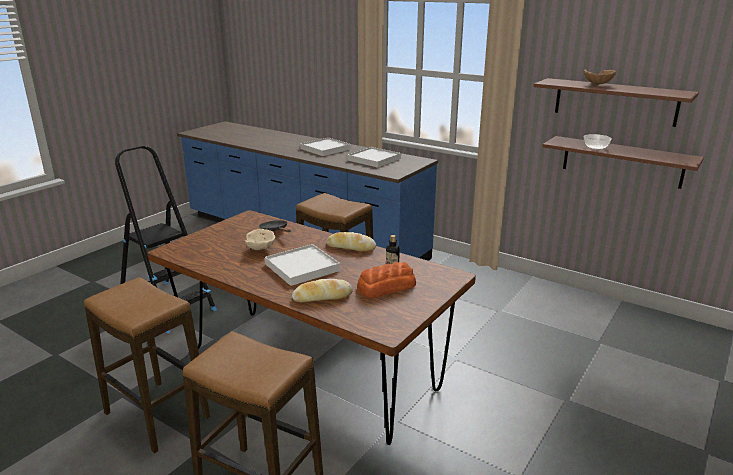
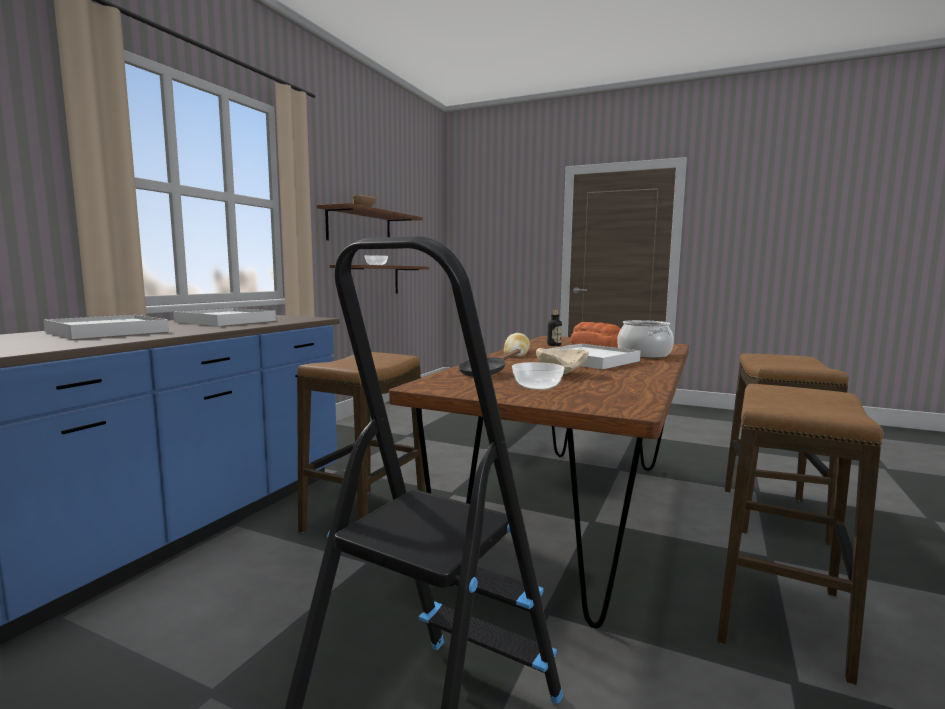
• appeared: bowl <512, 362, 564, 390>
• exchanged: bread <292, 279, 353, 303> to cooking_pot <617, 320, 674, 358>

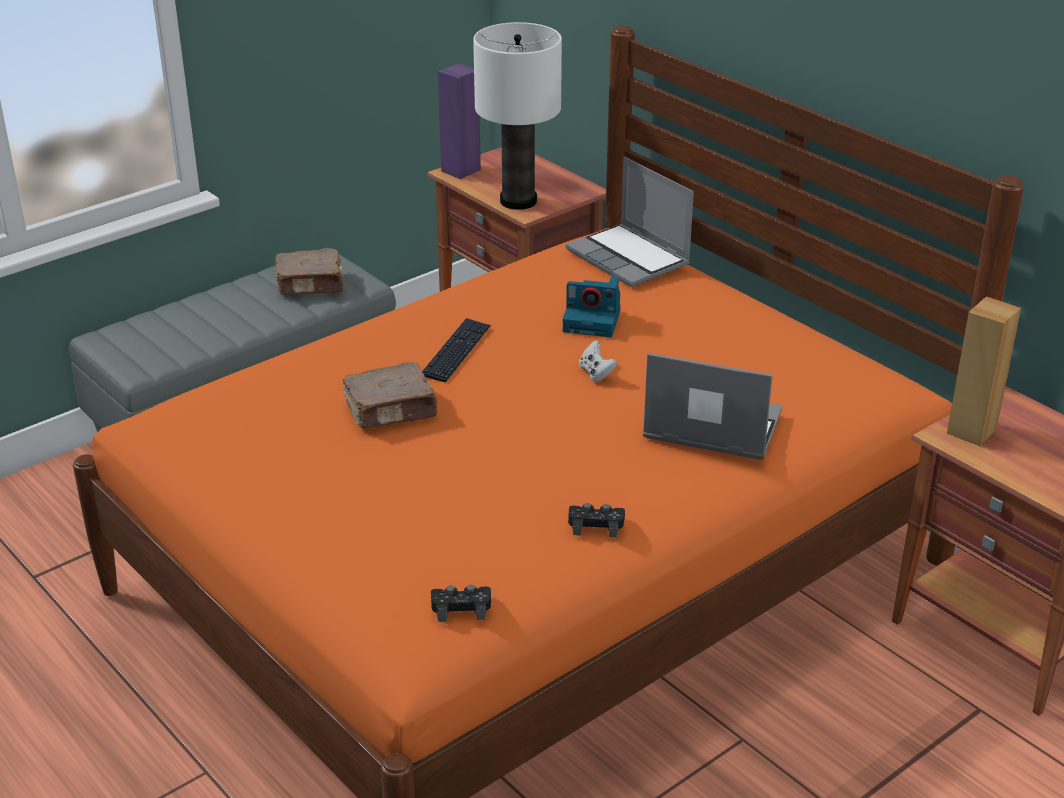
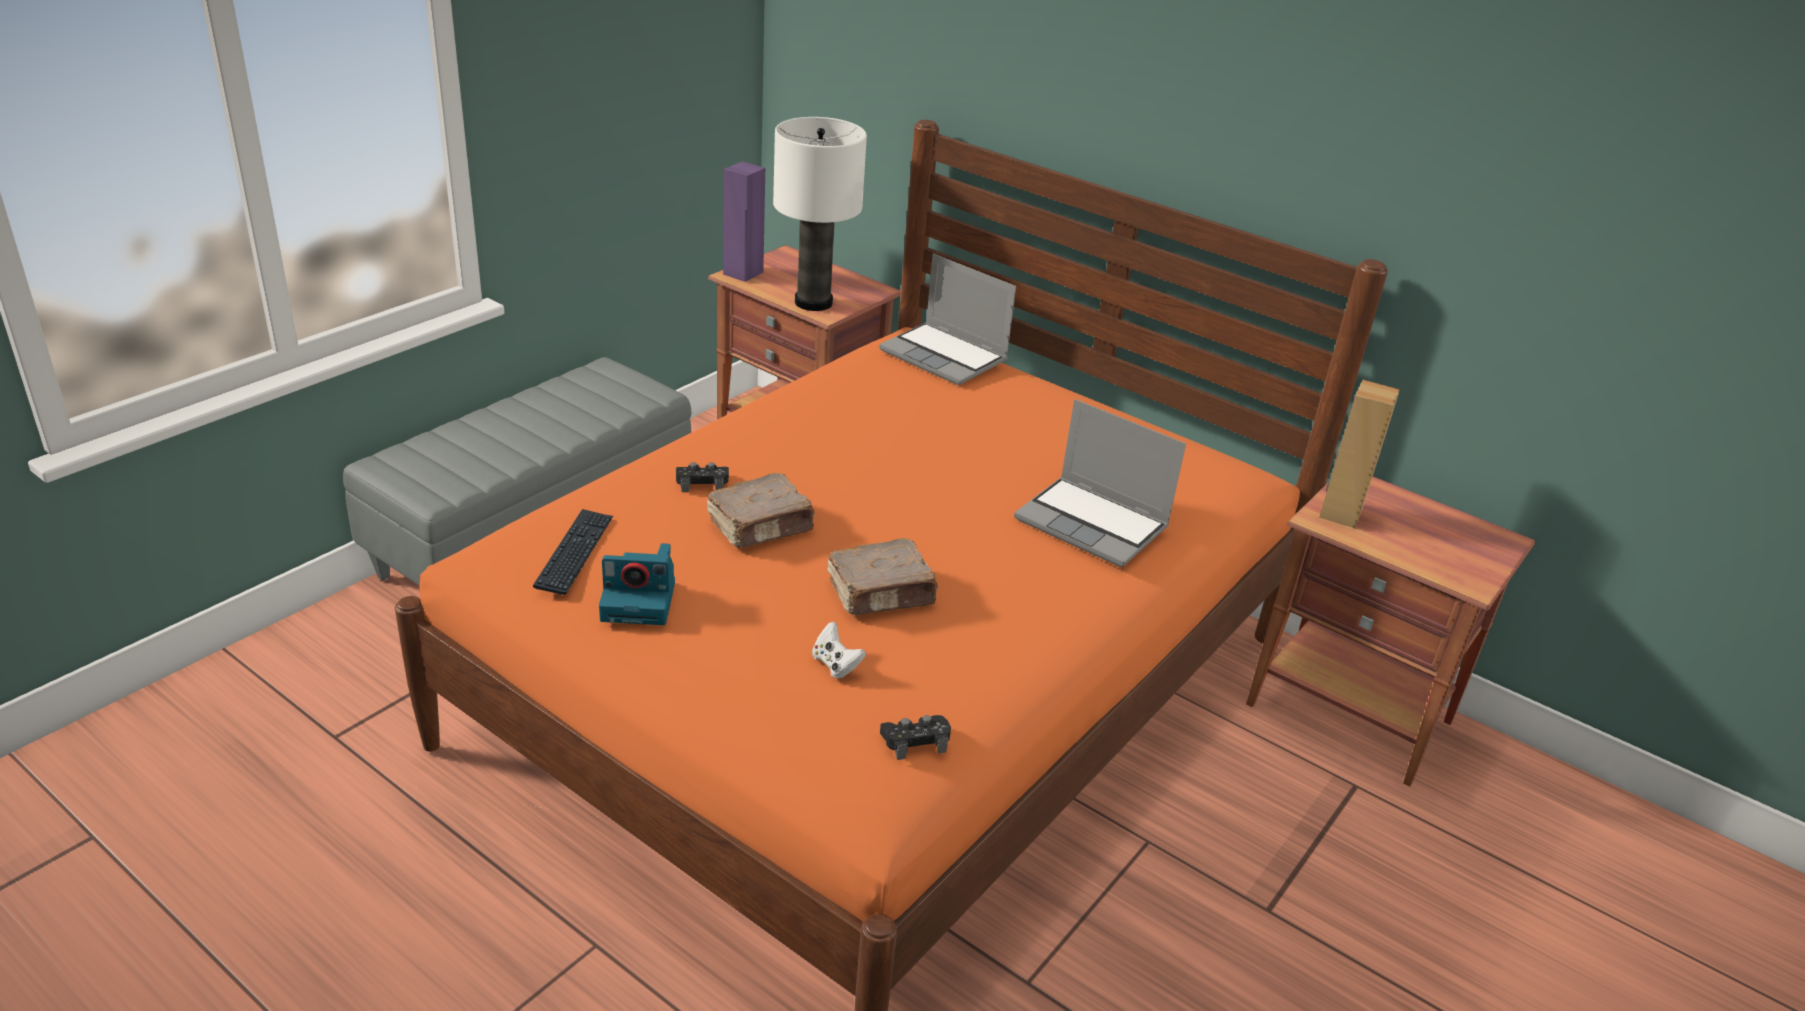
• relocated: brown_book <275, 248, 344, 295> to <827, 538, 939, 615>
• relocated: keyboard <422, 318, 491, 382> to <533, 509, 613, 595>
• relocated: photo_camera <563, 276, 621, 337> to <599, 543, 675, 625>
• relocated: black_game_controller <568, 503, 625, 537> to <676, 462, 729, 492>
• relocated: white_game_controller <579, 340, 618, 382> to <812, 622, 866, 678>
• spun: laptop <643, 353, 783, 460> = <1014, 399, 1186, 567> 150 degrees counterclockwise

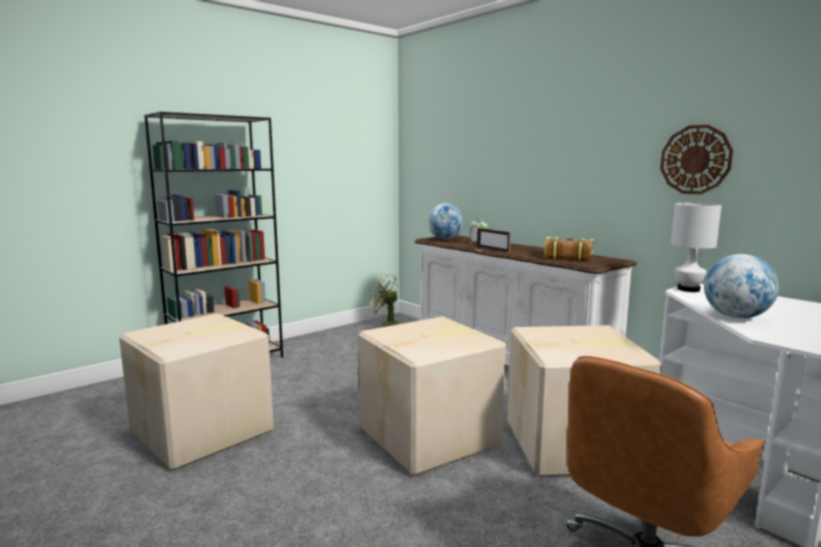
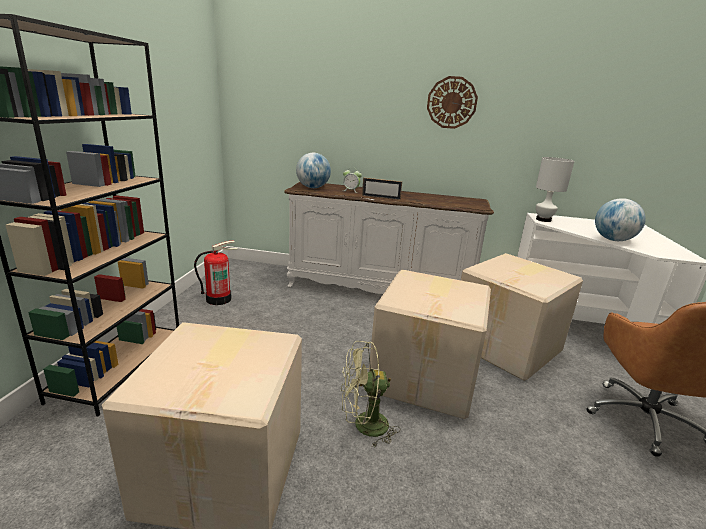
• missing: book <544, 237, 594, 261>
• appeared: fire_extinguisher <194, 241, 238, 305>
• relocated: green_fan <367, 273, 400, 328> to <341, 341, 401, 447>
• relocated: wall_clock <660, 125, 733, 194> to <427, 76, 478, 129>

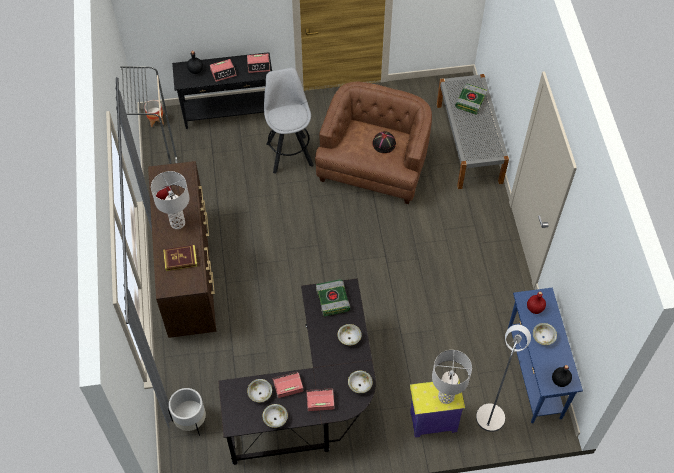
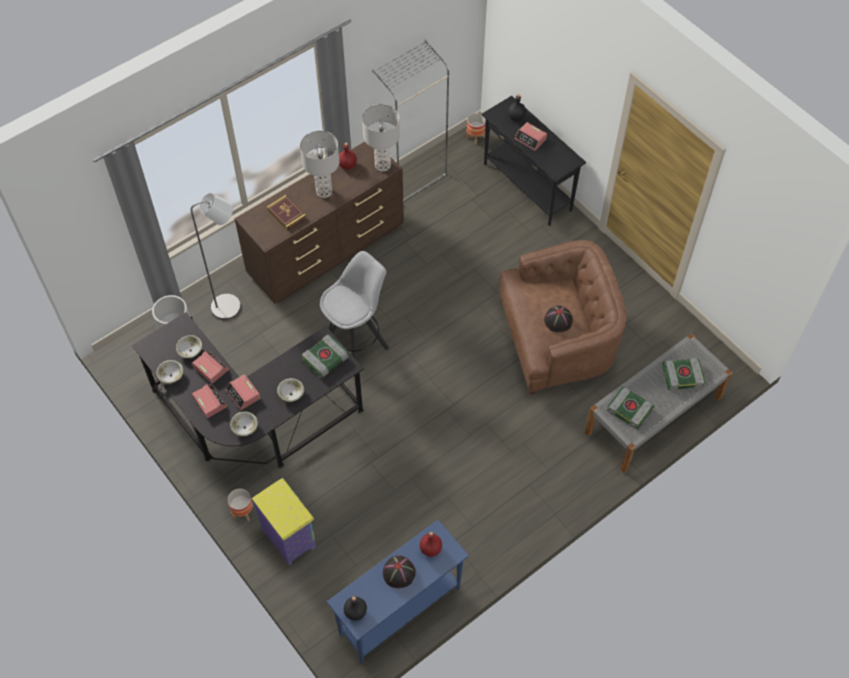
• appeared: planter <227, 489, 254, 521>
• appeared: book <607, 387, 654, 430>
• relocated: alarm_clock <247, 54, 270, 73> to <225, 374, 260, 410>
• relocated: grey_stool <264, 68, 314, 174> to <320, 251, 389, 358>
• relocated: white_table_lamp <432, 350, 472, 404> to <362, 104, 400, 172>
• relocated: grey_floor_lamp <476, 325, 531, 432> to <191, 193, 241, 320>
• exchanged: bowl <533, 323, 557, 345> to black_hat <383, 556, 416, 588>

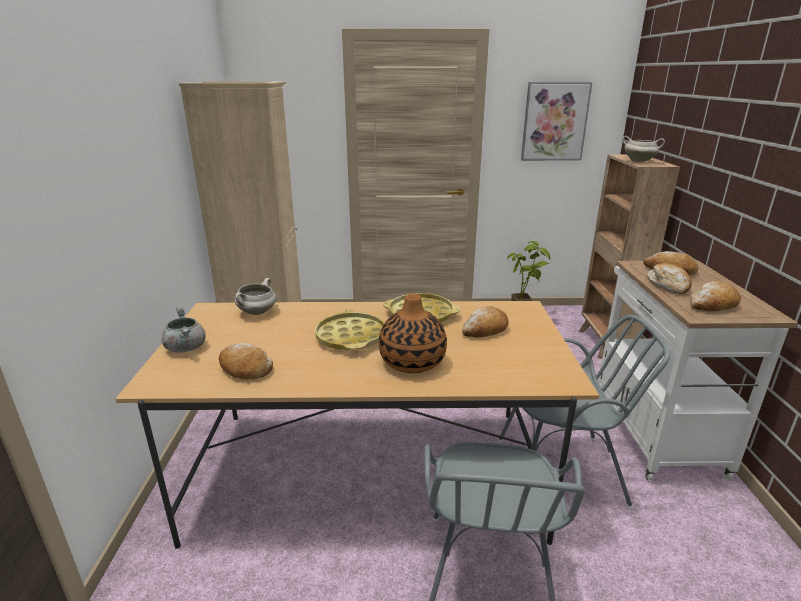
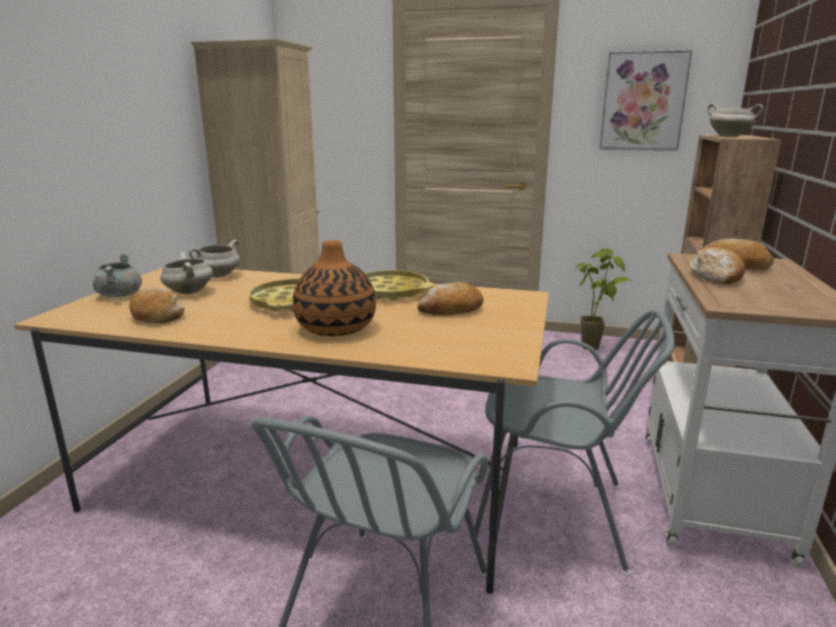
• missing: bread <690, 281, 741, 311>
• appeared: white_cooking_pot <160, 252, 213, 294>

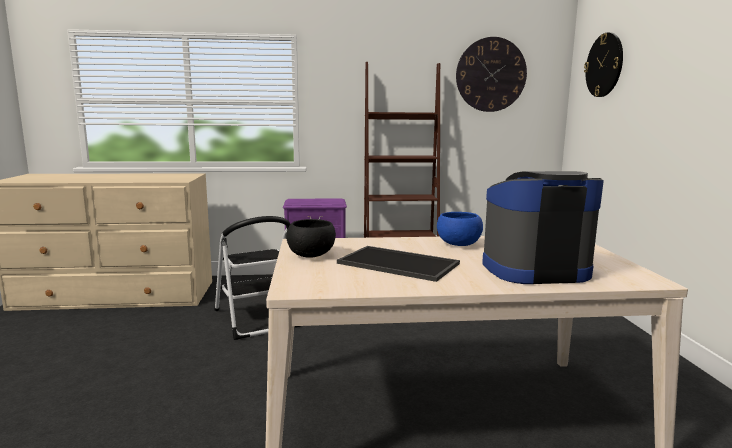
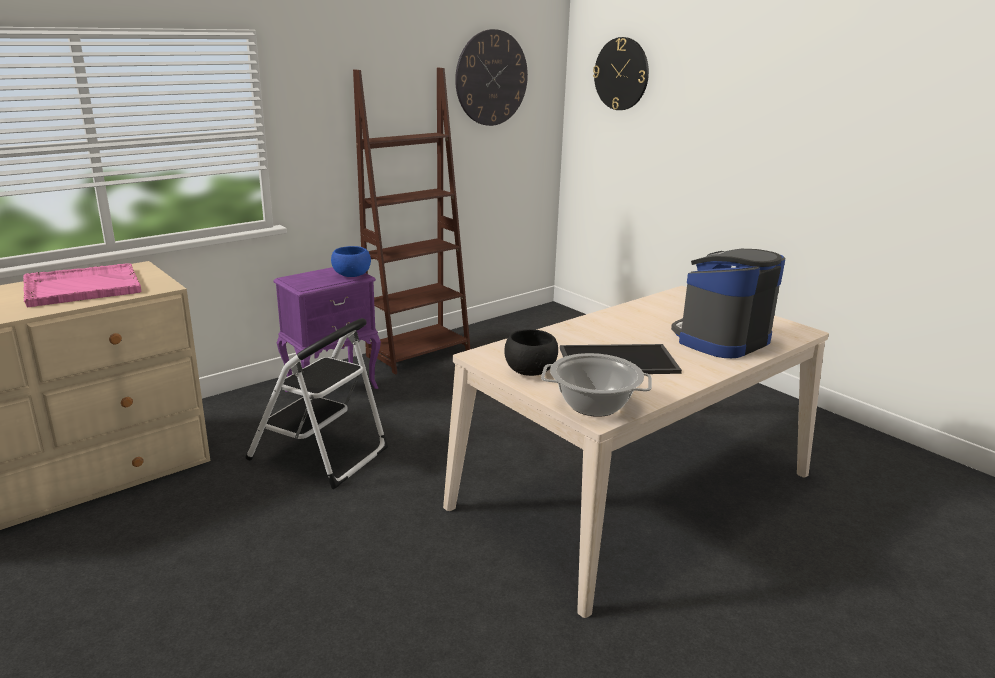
• appeared: pink_tray <23, 263, 141, 308>
• appeared: cooking_pot <541, 353, 652, 417>
• relocated: blue_bowl <437, 212, 483, 246> to <331, 246, 371, 277>

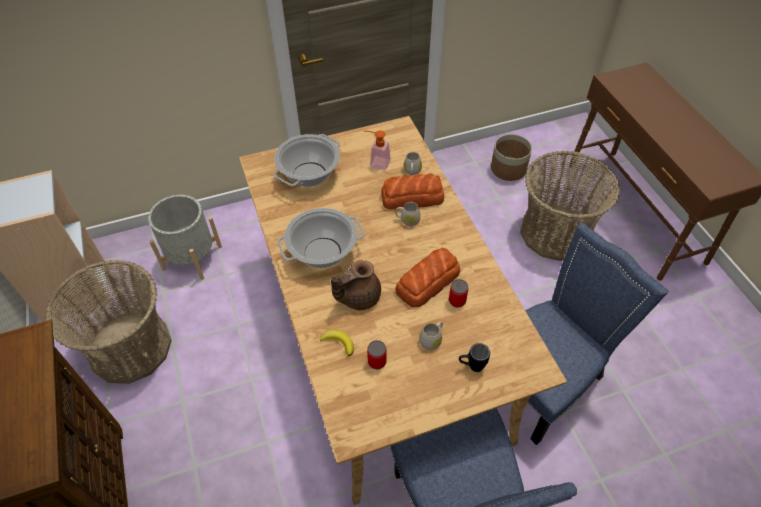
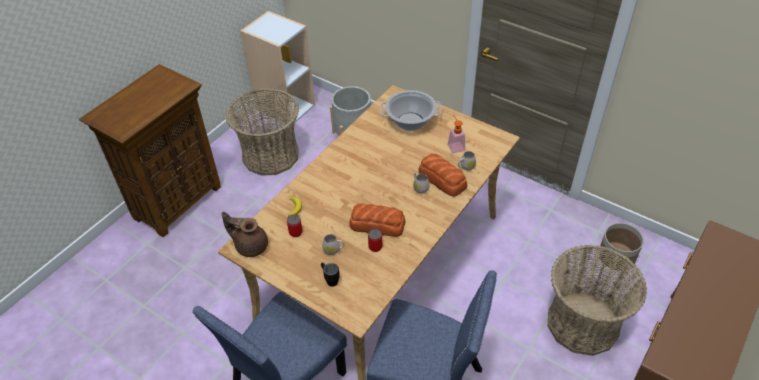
• missing: cooking_pot <277, 208, 365, 268>
• relocated: brown_teapot <331, 260, 381, 310> to <221, 212, 268, 257>

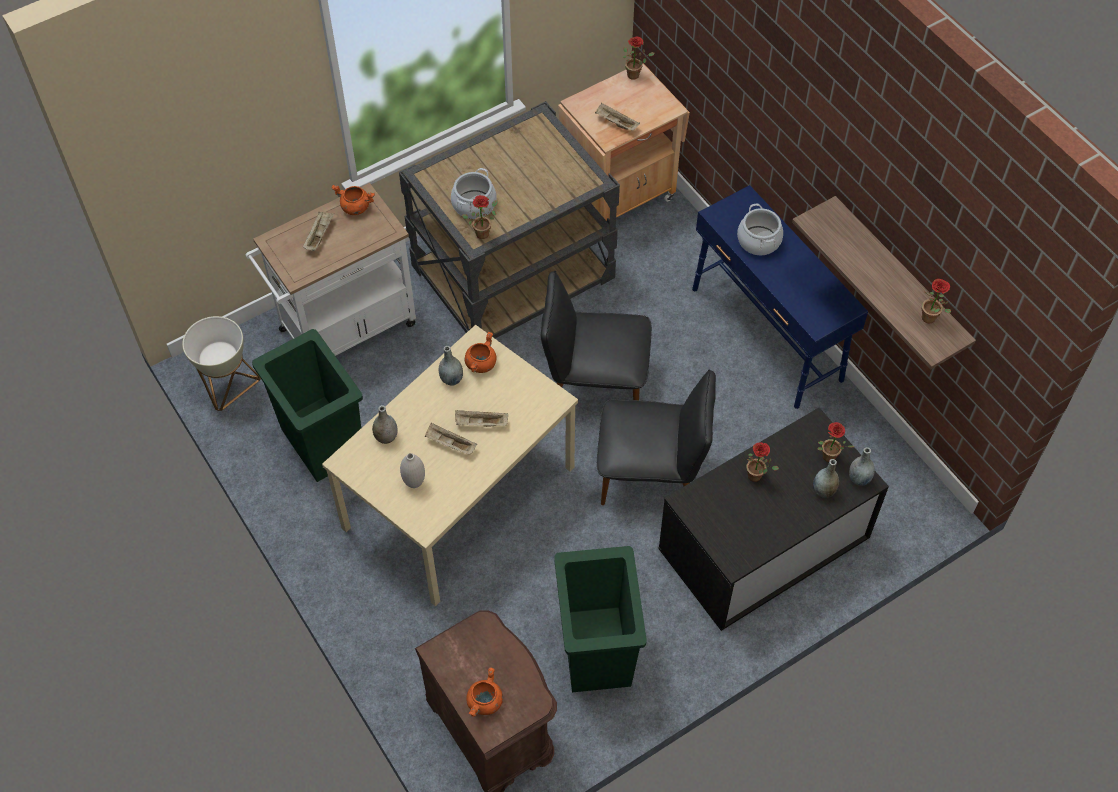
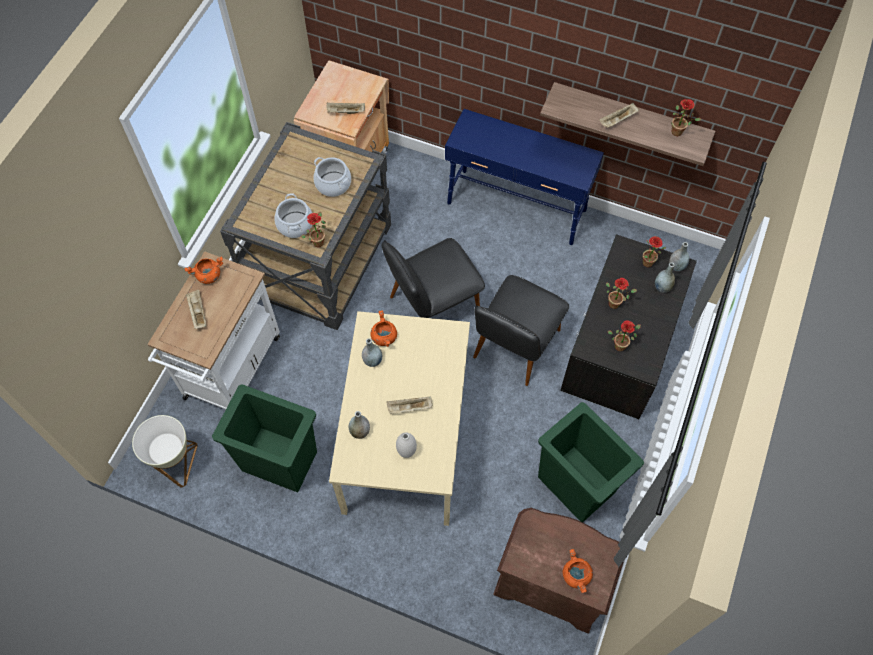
• relocated: beige_tray <455, 410, 508, 427> to <599, 103, 639, 128>
• relocated: potted_plant <623, 37, 655, 80> to <608, 321, 641, 351>
• relocated: cooking_pot <737, 204, 783, 255> to <313, 157, 351, 197>
• spun: black_chair <597, 370, 716, 505> = <473, 275, 569, 386> 150 degrees clockwise

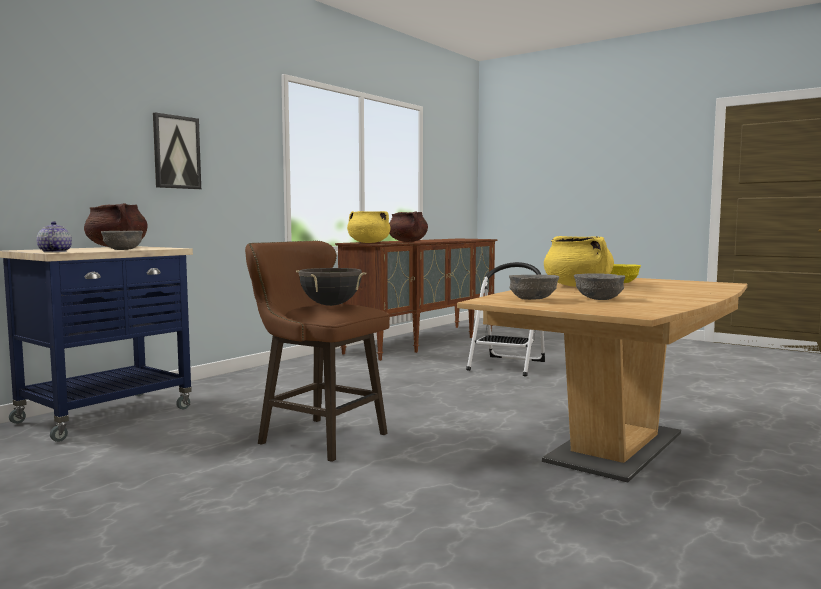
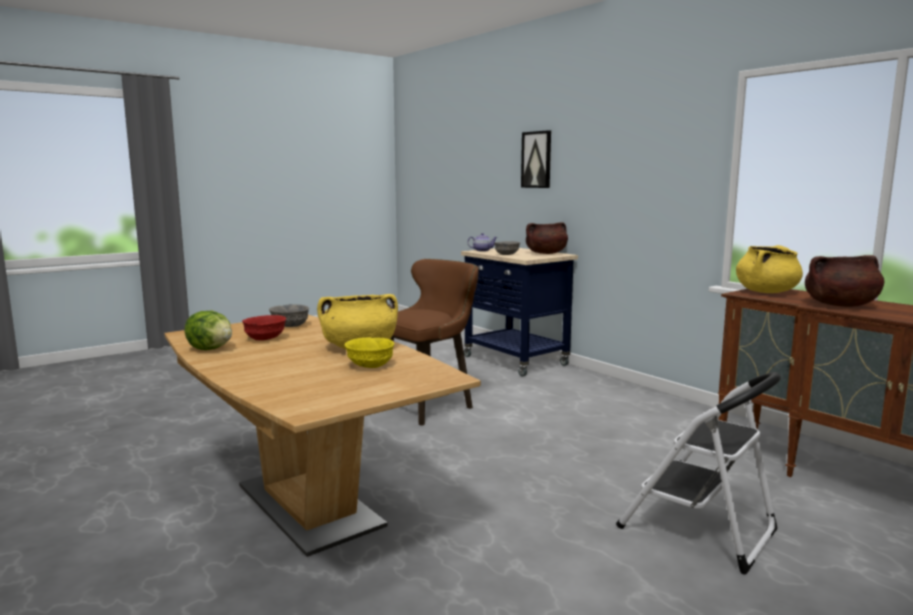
• missing: black_cooking_pot <296, 268, 367, 306>
• appeared: lettuce <185, 310, 232, 350>
• relocated: picture <153, 112, 201, 189> to <521, 130, 551, 188>
• colour: grey_bowl <574, 273, 625, 300> to red_bowl <242, 315, 286, 341>

